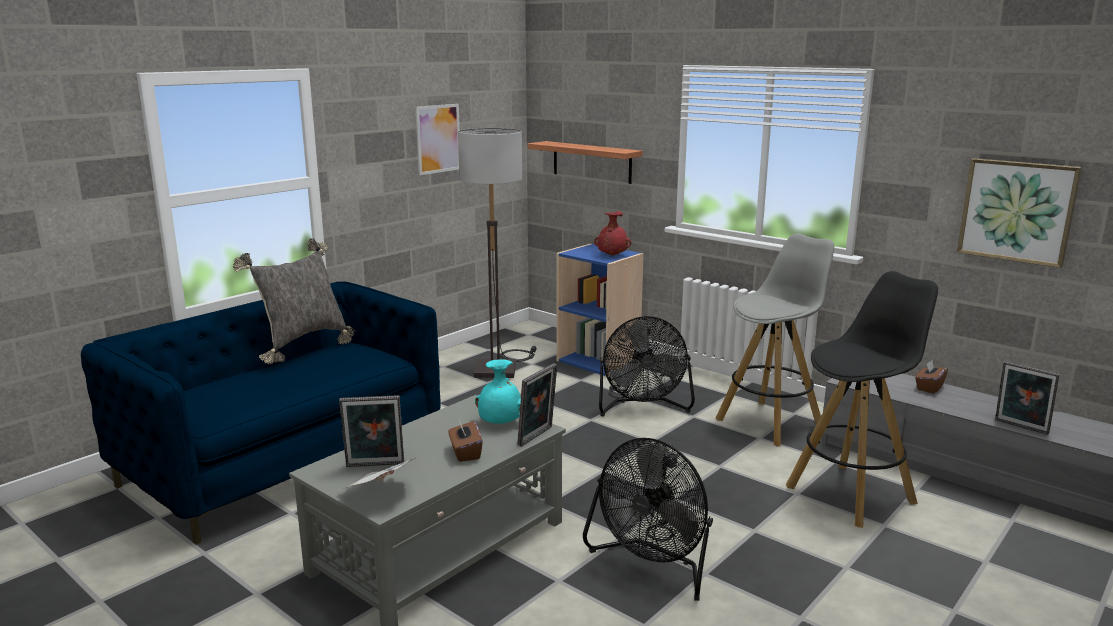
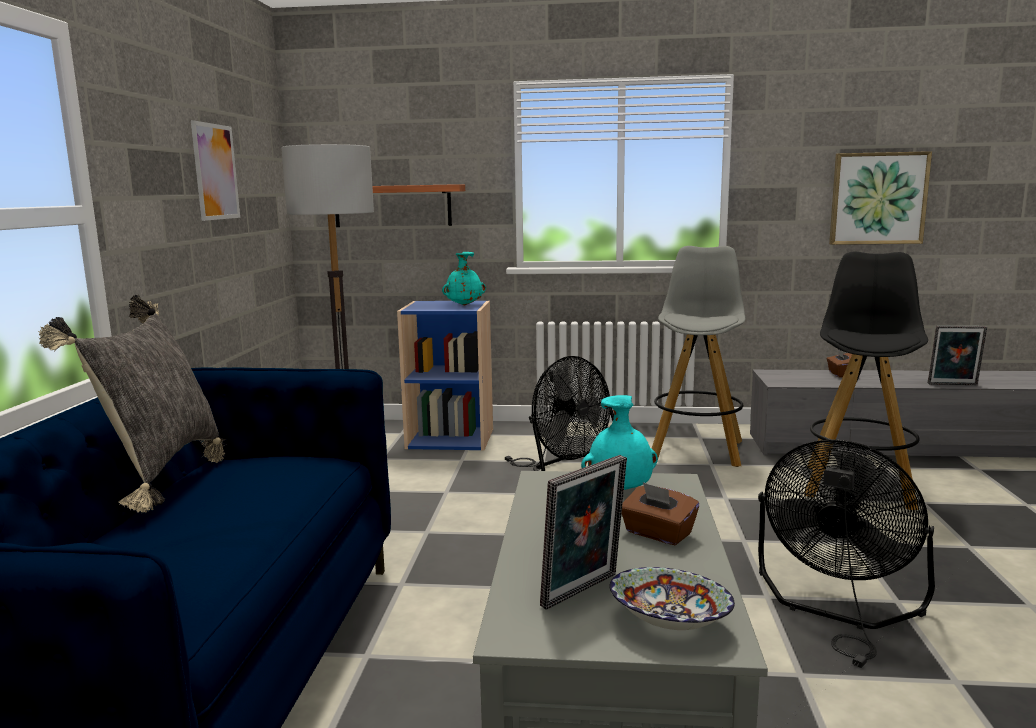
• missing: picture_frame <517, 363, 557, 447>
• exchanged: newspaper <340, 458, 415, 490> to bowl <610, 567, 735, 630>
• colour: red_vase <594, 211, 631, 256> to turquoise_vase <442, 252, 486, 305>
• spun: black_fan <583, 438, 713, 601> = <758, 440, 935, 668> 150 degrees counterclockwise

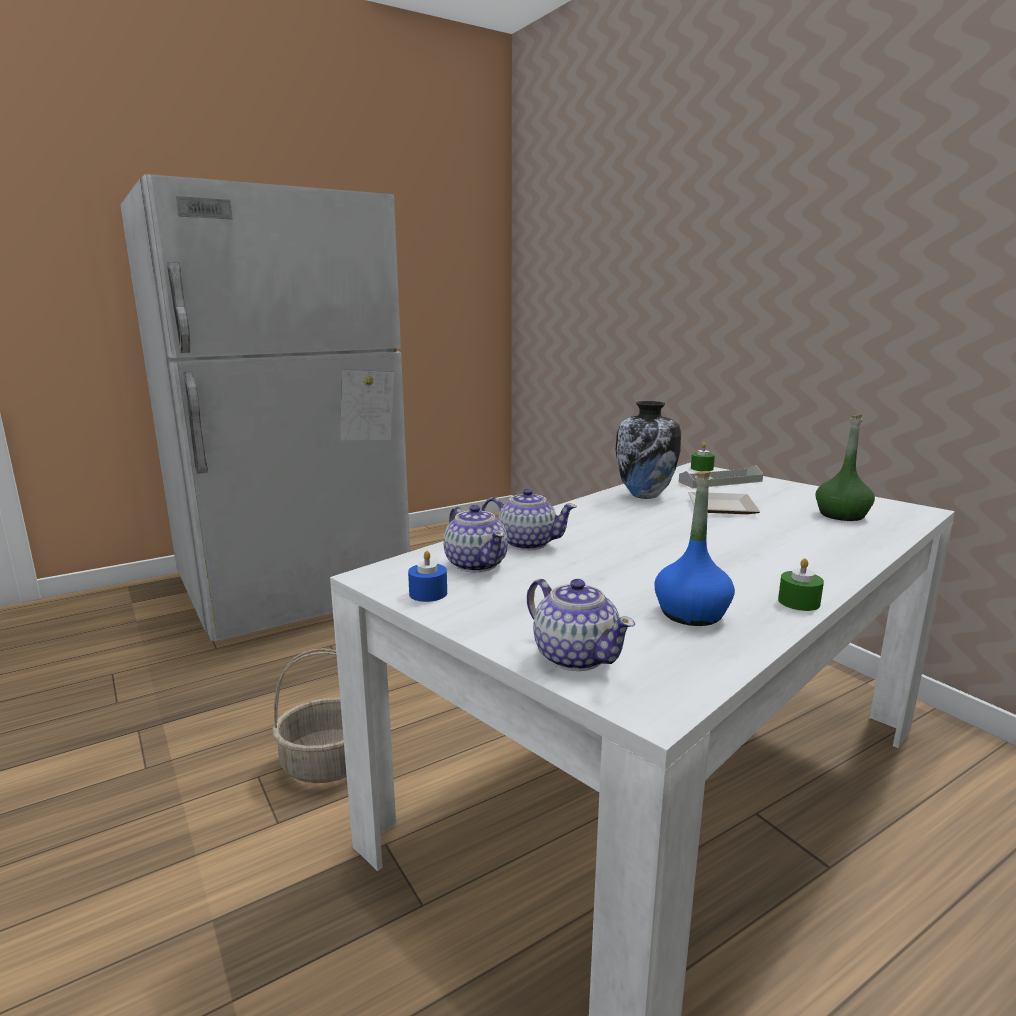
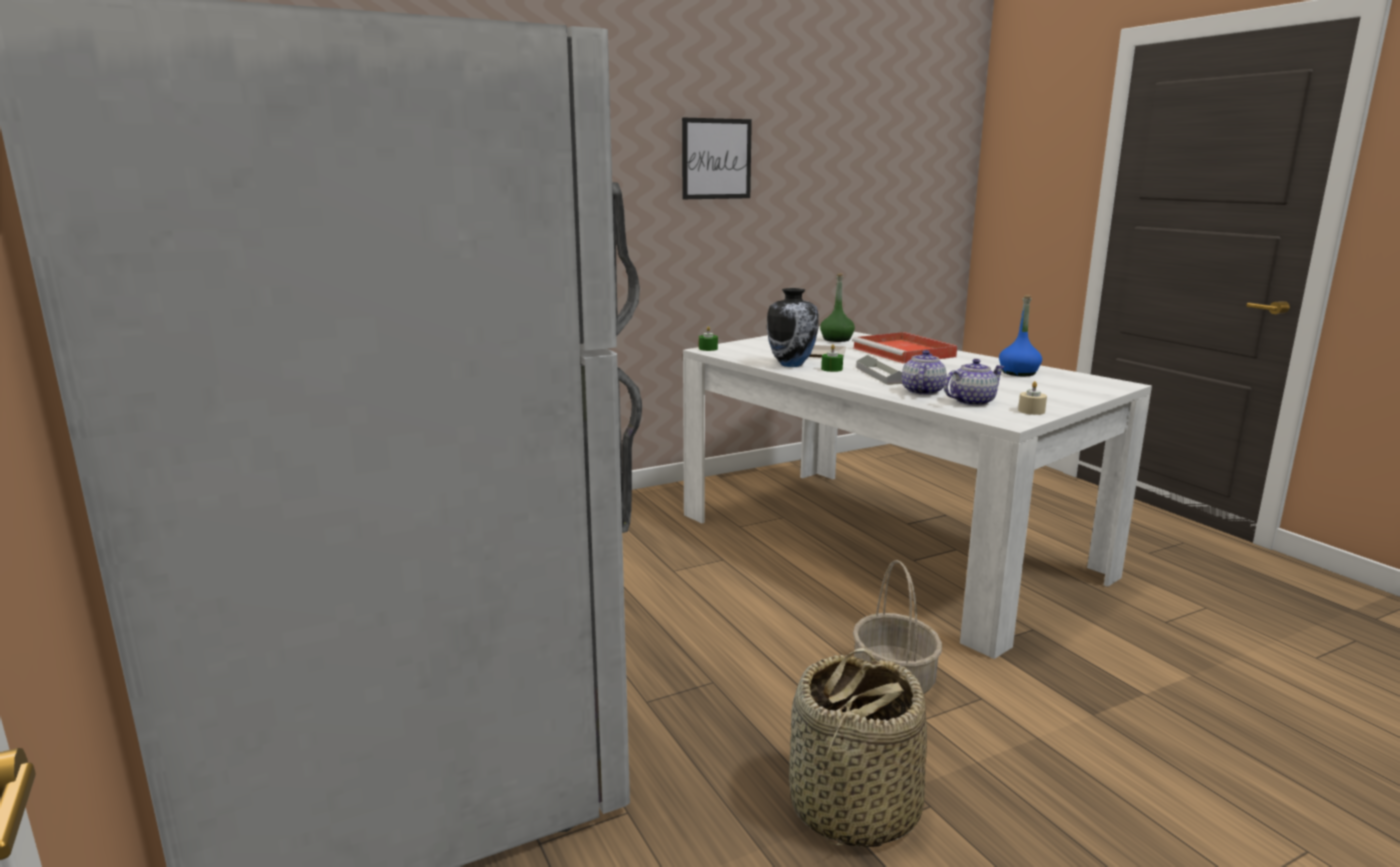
• missing: teapot <527, 579, 635, 671>
• appeared: picture <682, 118, 752, 199>
• appeared: basket <789, 648, 927, 847>
• appeared: red_tray <852, 332, 957, 364>
• relocated: grey_tray <679, 465, 763, 488> to <856, 355, 903, 385>
• relocated: green_candle <778, 558, 824, 611> to <821, 344, 843, 372>
• colour: blue_candle <408, 551, 447, 602> to beige_candle <1018, 381, 1047, 415>

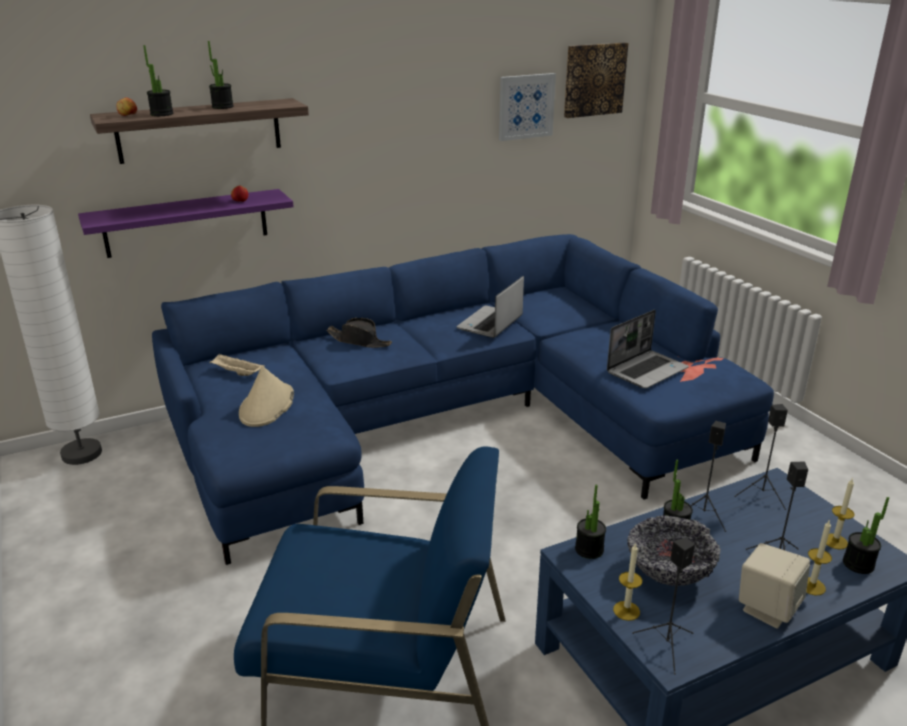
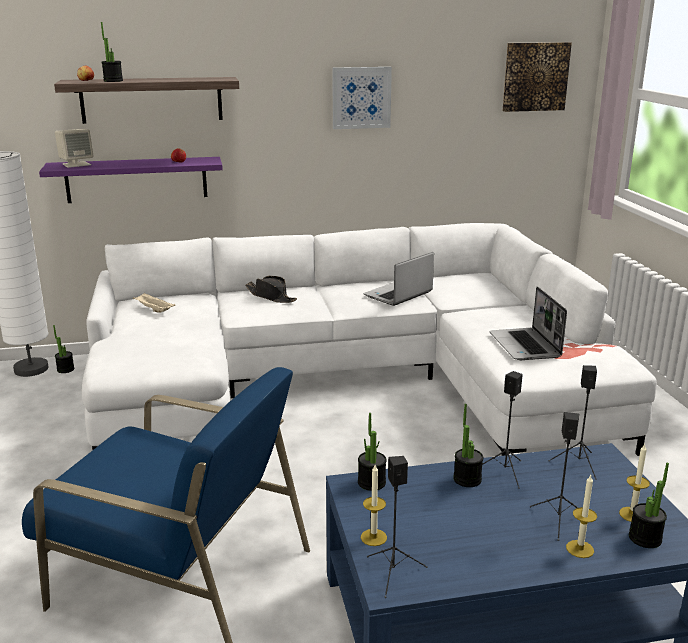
• missing: beige_hat <239, 366, 294, 427>
• missing: bowl <627, 515, 721, 586>
• relocated: potted_plant <208, 41, 234, 109> to <53, 325, 75, 373>
• relocated: picture <499, 73, 556, 141> to <332, 67, 392, 129>
• relocated: beige_speaker <739, 543, 810, 629> to <55, 129, 94, 168>
• colour: blue_sofa <152, 234, 774, 565> to white_sofa <82, 223, 657, 456>
• spun: laptop <607, 310, 689, 388> = <489, 286, 567, 360> 105 degrees clockwise

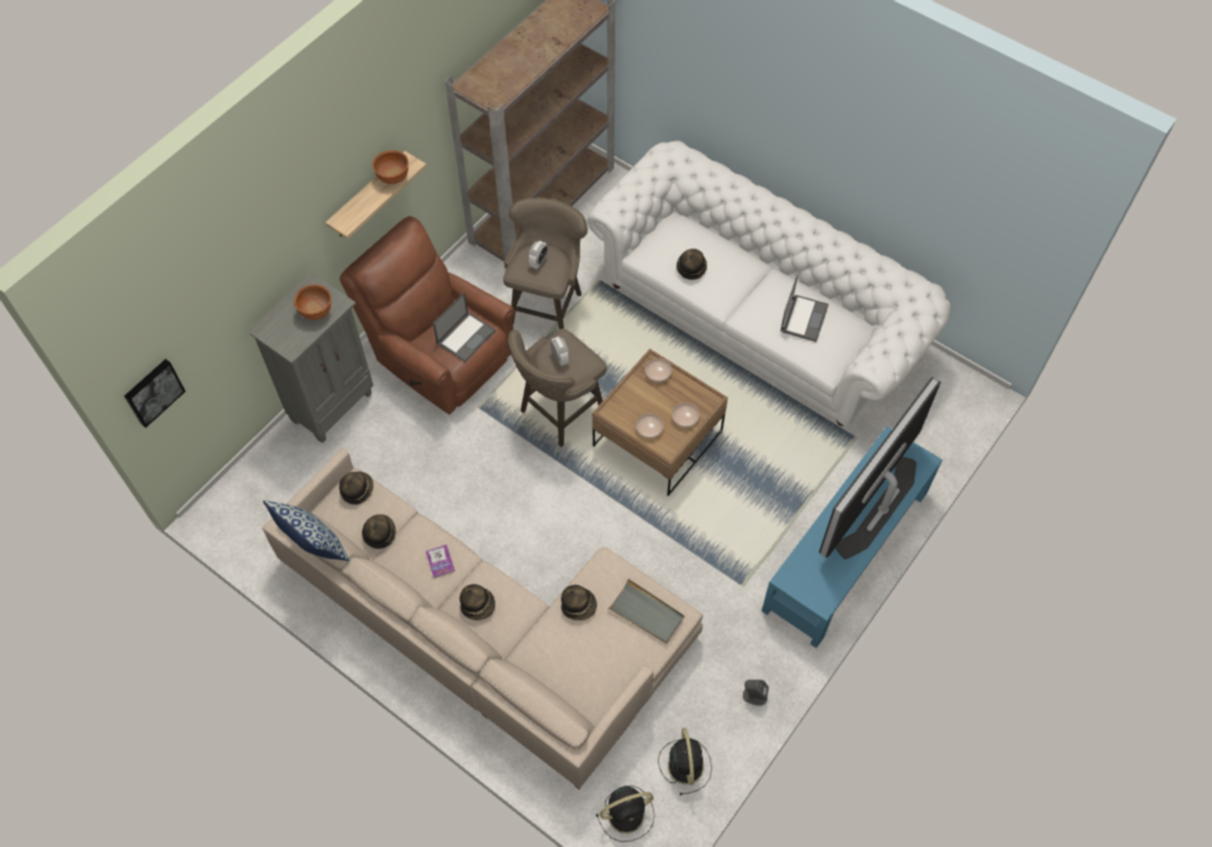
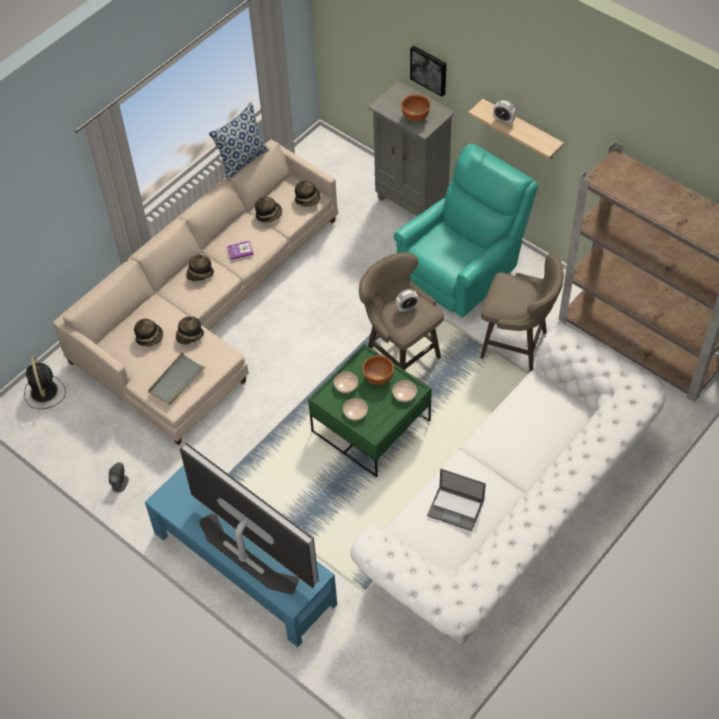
• missing: laptop <433, 292, 496, 362>
• missing: black_fan <658, 728, 712, 795>
• relocated: picture <124, 359, 186, 428> to <410, 45, 446, 97>
• relocated: brown_bowl <372, 150, 409, 184> to <362, 355, 394, 385>
• relocated: alarm_clock <528, 241, 548, 269> to <493, 100, 516, 125>
• relocated: hat <676, 249, 707, 280> to <134, 319, 163, 347>
• colour: brown_armchair <340, 216, 515, 415> to turquoise_armchair <394, 144, 538, 318>
• colour: brown_coffee_table <592, 349, 728, 496> to green_coffee_table <308, 344, 432, 477>

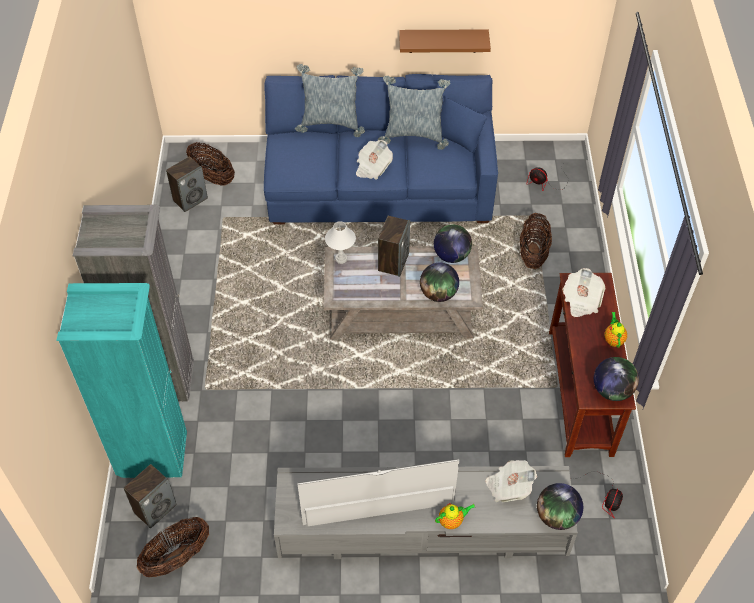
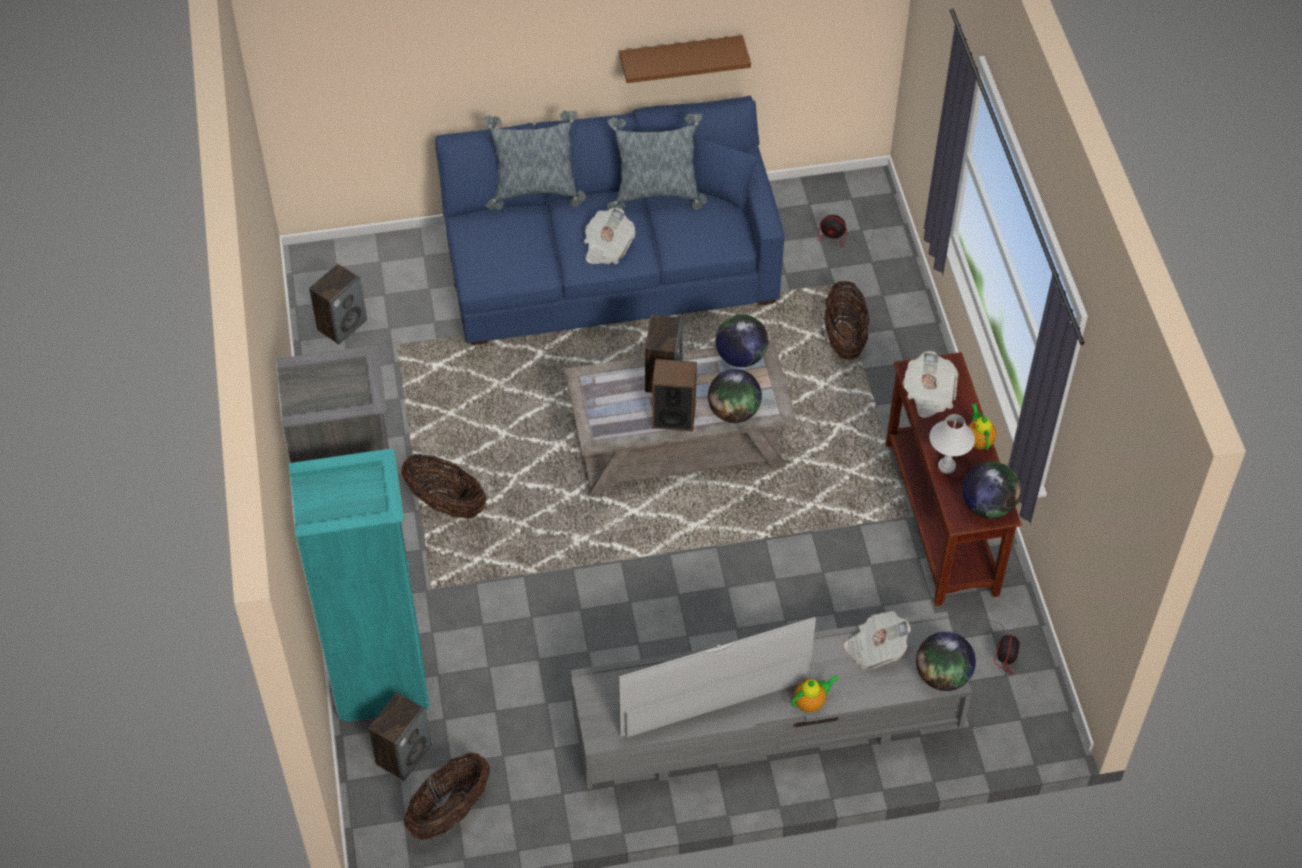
• appeared: speaker <652, 359, 697, 431>
• relocated: basket <186, 142, 235, 186> to <401, 454, 487, 518>
• relocated: white_table_lamp <325, 221, 356, 264> to <929, 414, 975, 474>

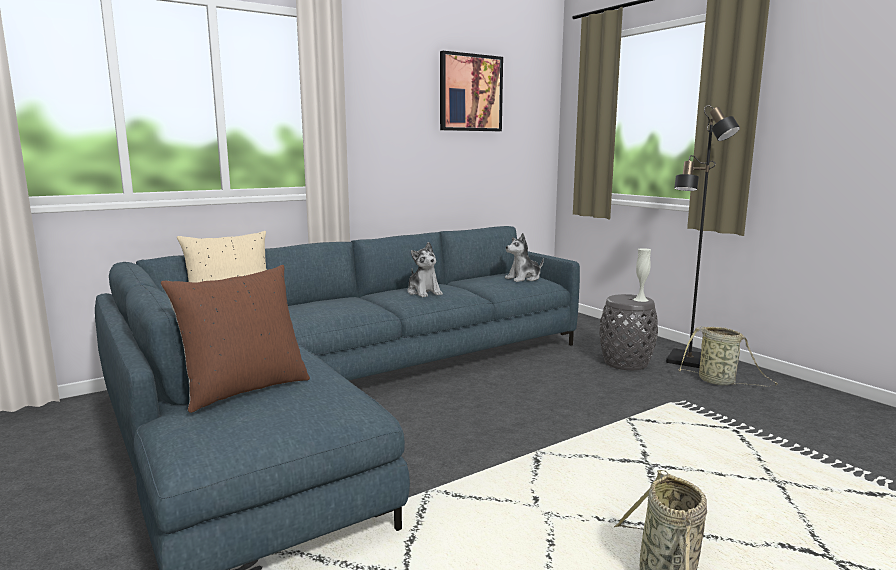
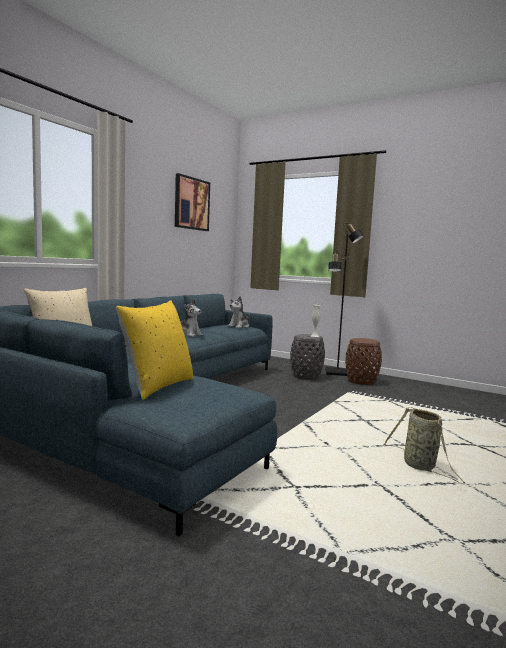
• exchanged: basket <678, 326, 777, 386> to brown_stool <345, 338, 382, 385>
• colour: brown_pillow <161, 265, 310, 413> to yellow_pillow <116, 300, 193, 400>

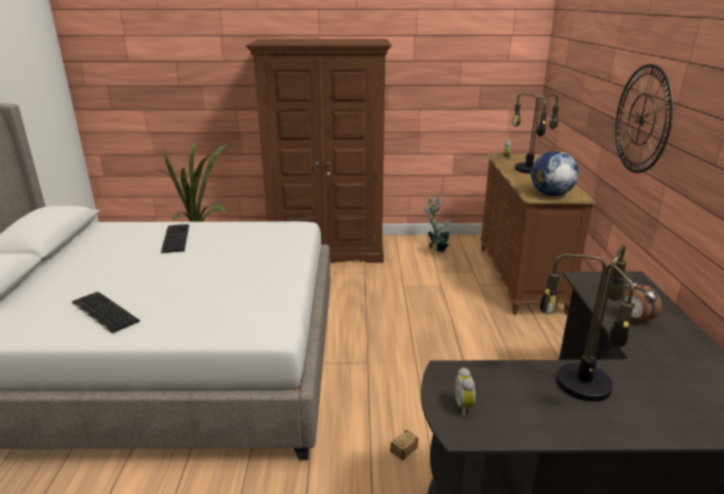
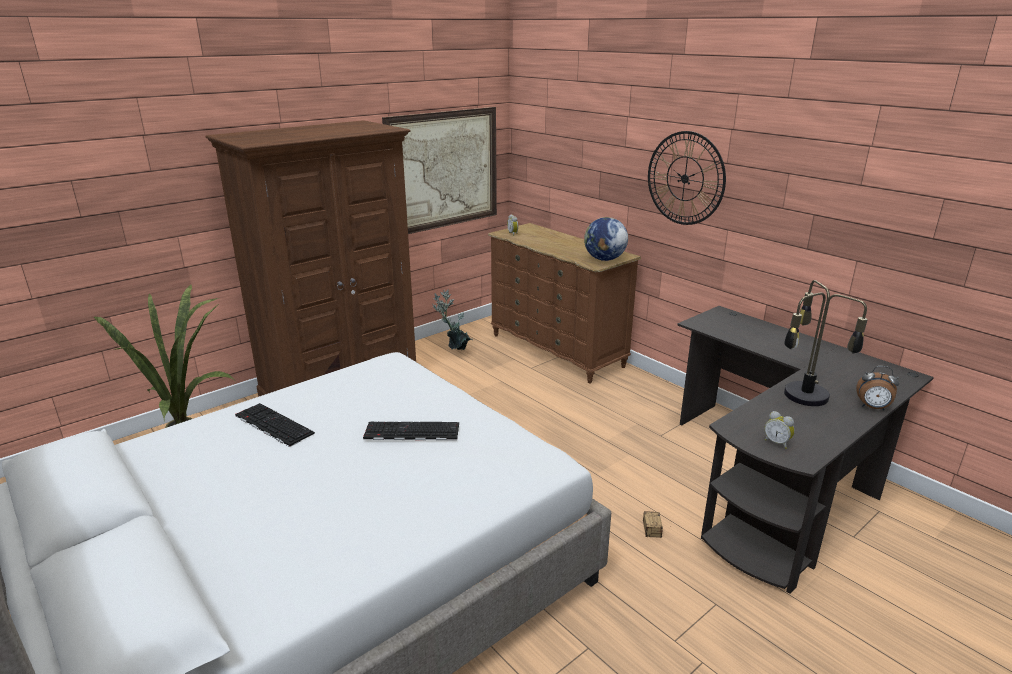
• missing: table_lamp <512, 93, 559, 174>
• appeared: picture <382, 107, 497, 234>
• relocated: keyboard <72, 292, 140, 334> to <363, 422, 459, 440>
• relocated: alarm_clock <620, 276, 662, 325> to <856, 366, 899, 410>

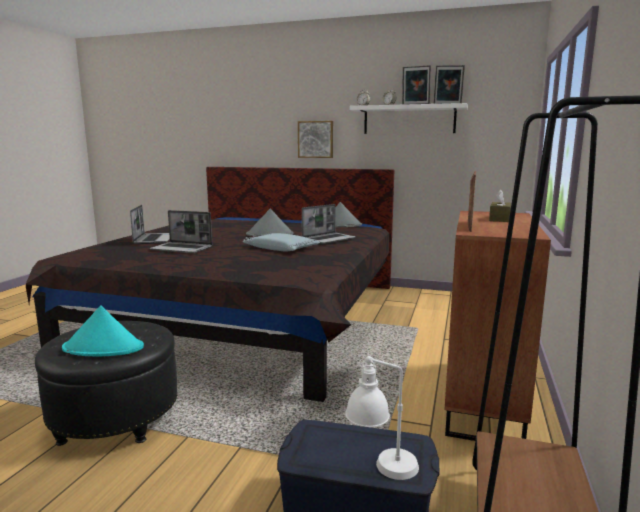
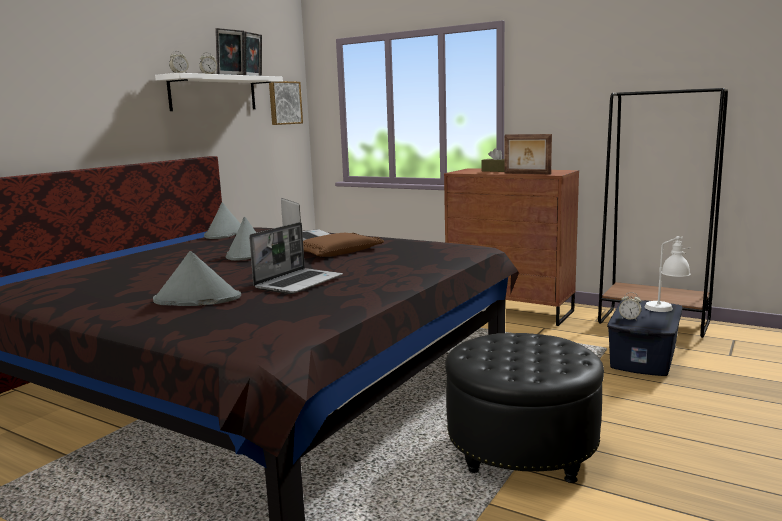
• missing: turquoise_hat <62, 306, 144, 356>
• appeared: alarm_clock <619, 292, 642, 320>
• relocated: picture <298, 121, 333, 158> to <269, 81, 303, 125>
• exchanged: laptop <130, 205, 170, 244> to grey_hat <153, 251, 241, 306>
• colour: blue_pillow <243, 233, 320, 252> to brown_pillow <303, 233, 384, 257>

